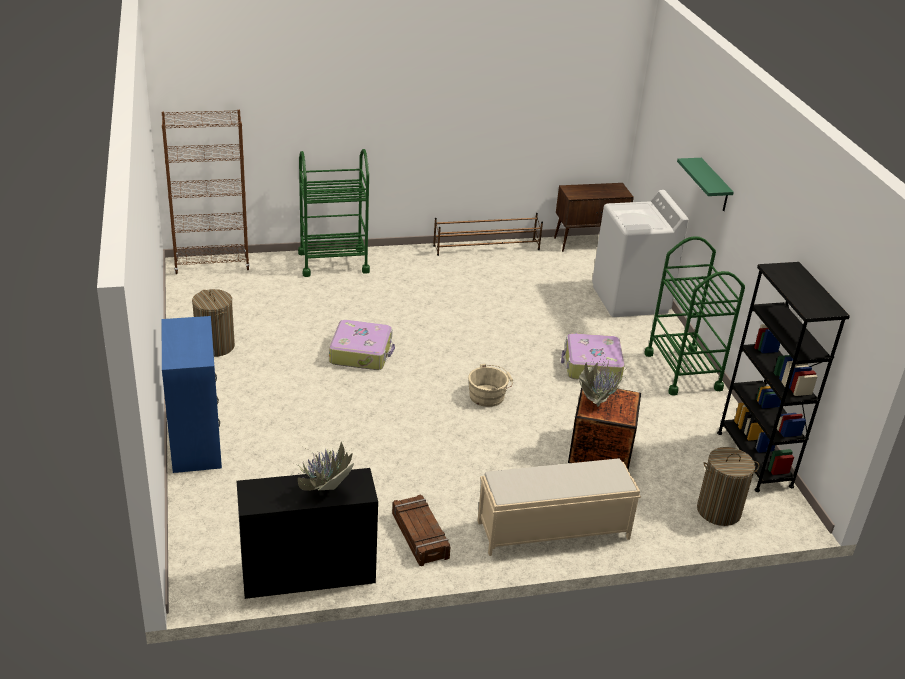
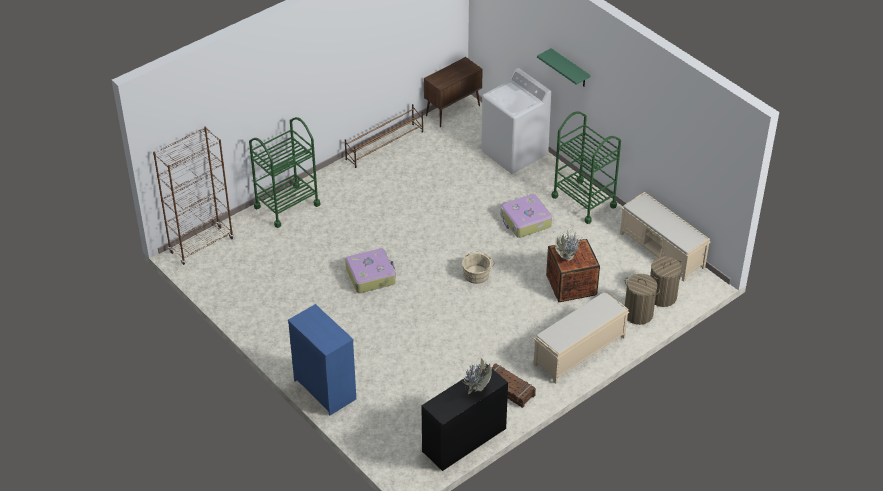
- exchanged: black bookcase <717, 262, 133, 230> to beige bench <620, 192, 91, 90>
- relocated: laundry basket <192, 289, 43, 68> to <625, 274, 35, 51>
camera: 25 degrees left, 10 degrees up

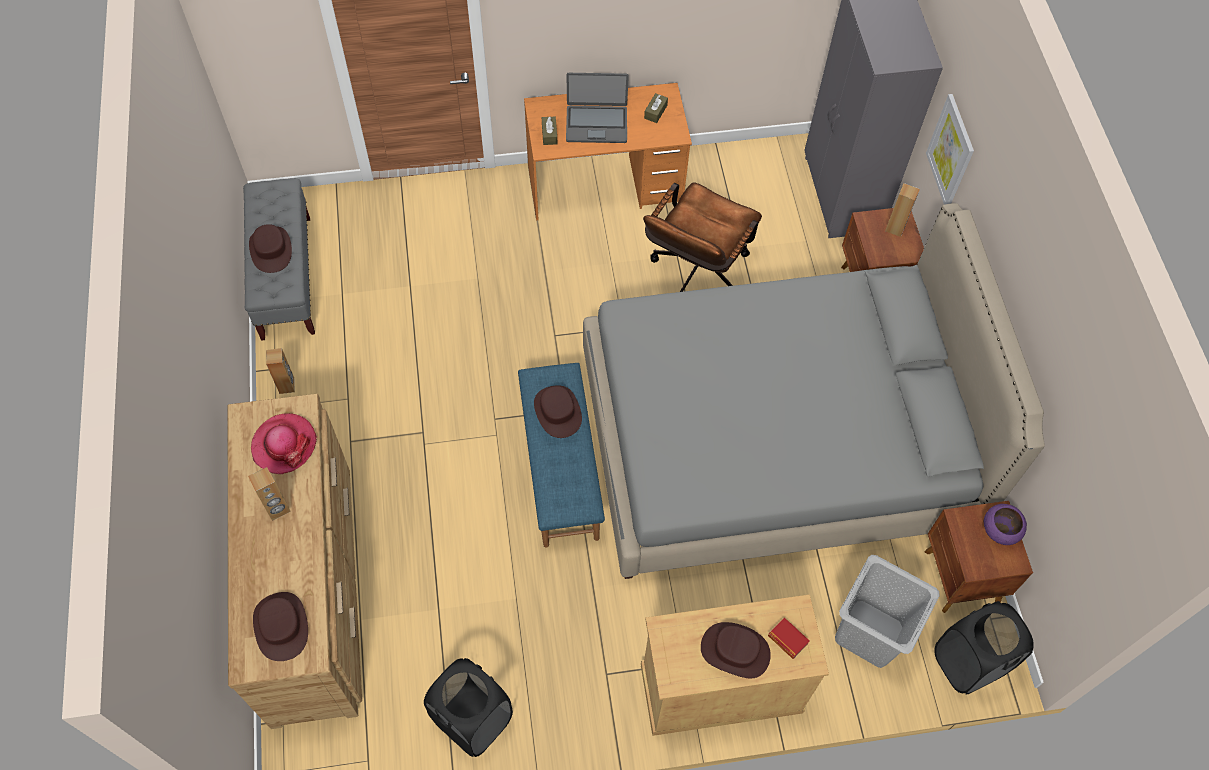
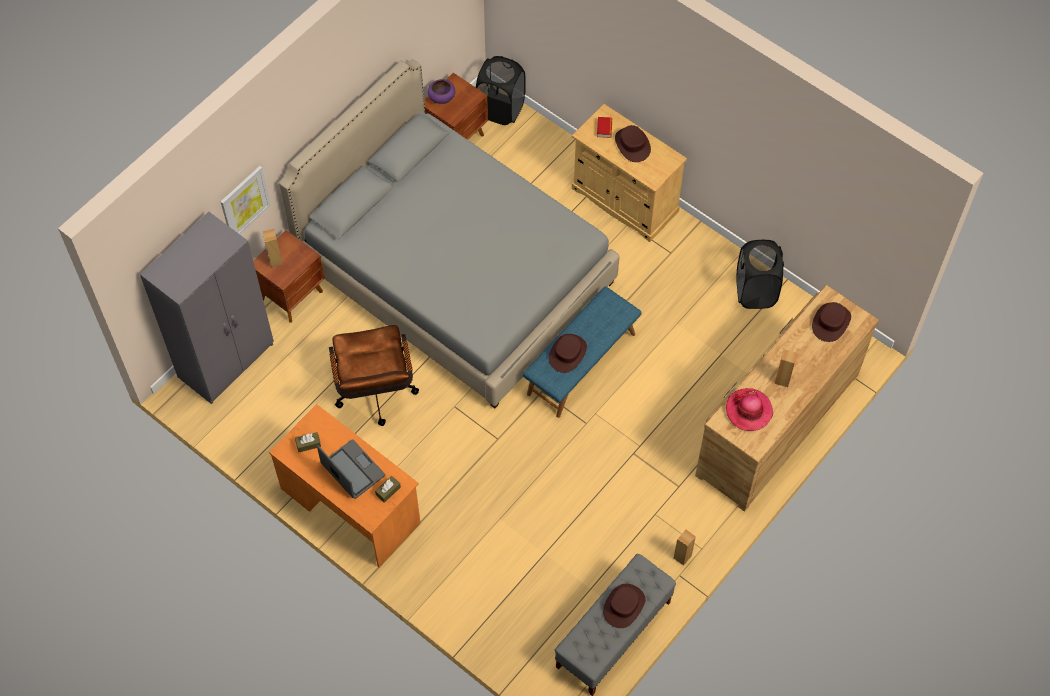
- spun: brown office chair <643, 182, 119, 110> = <329, 325, 90, 101> 90 degrees clockwise
- missing: grey laundry basket <835, 555, 105, 113>
camera: 130 degrees left, 0 degrees up

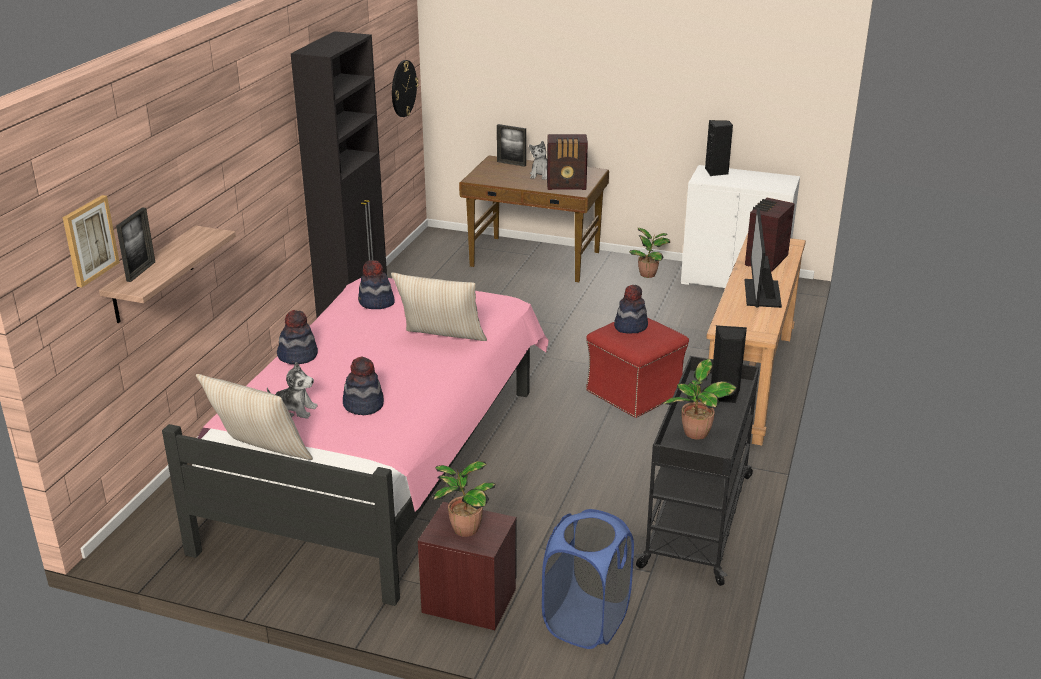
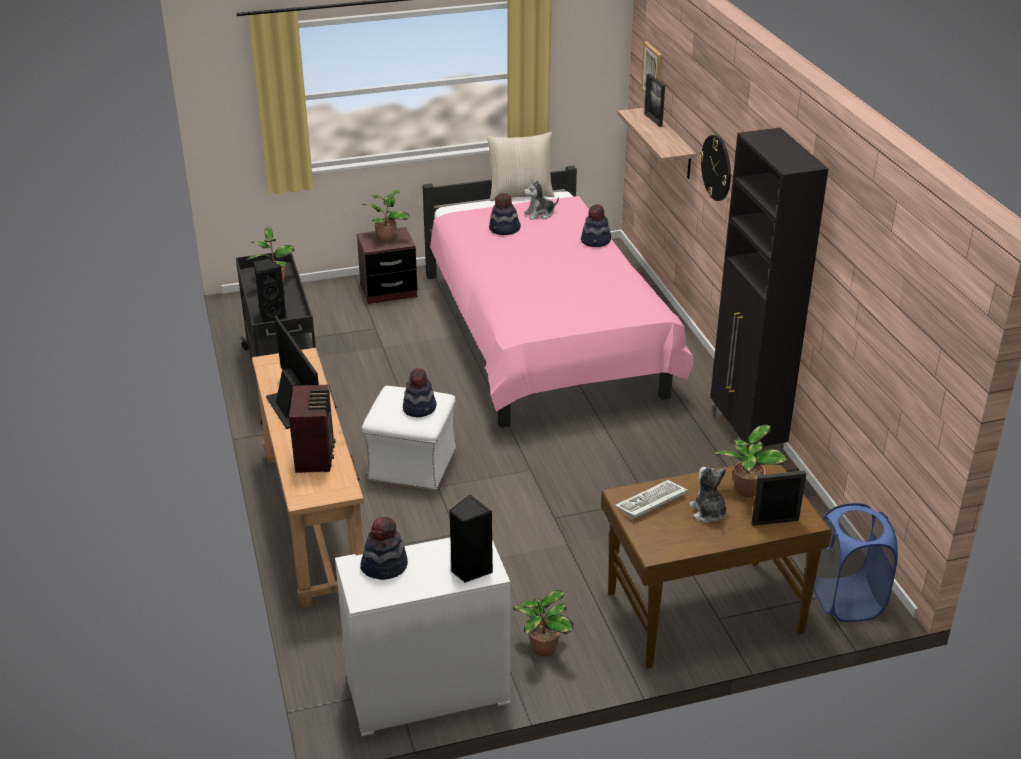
- relocated: hat <358, 260, 37, 49> to <360, 517, 48, 63>
- colour: red ottoman <586, 318, 103, 100> to white ottoman <362, 386, 94, 104>
- exchanged: radio <547, 134, 41, 56> to keyboard <614, 480, 74, 39>
- relocated: wall clock <392, 60, 27, 57> to <699, 135, 32, 66>
- appeared: potted plant <714, 424, 74, 73>
- relocated: blue laundry basket <542, 509, 92, 140> to <814, 503, 84, 119>
- missing: beige pillow <391, 273, 96, 68>
camera: 145 degrees right, 5 degrees up

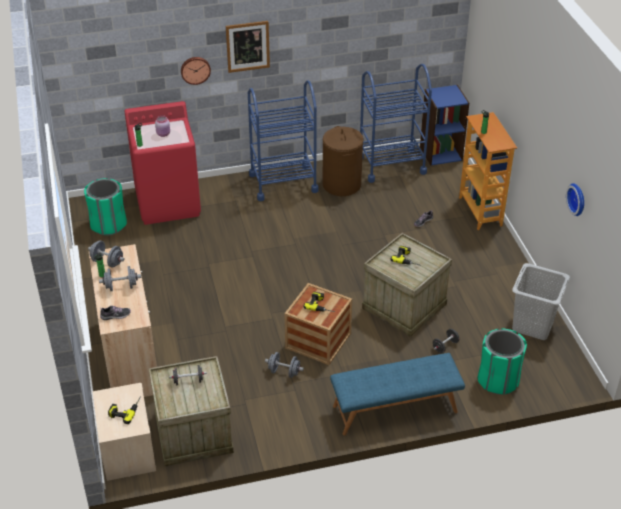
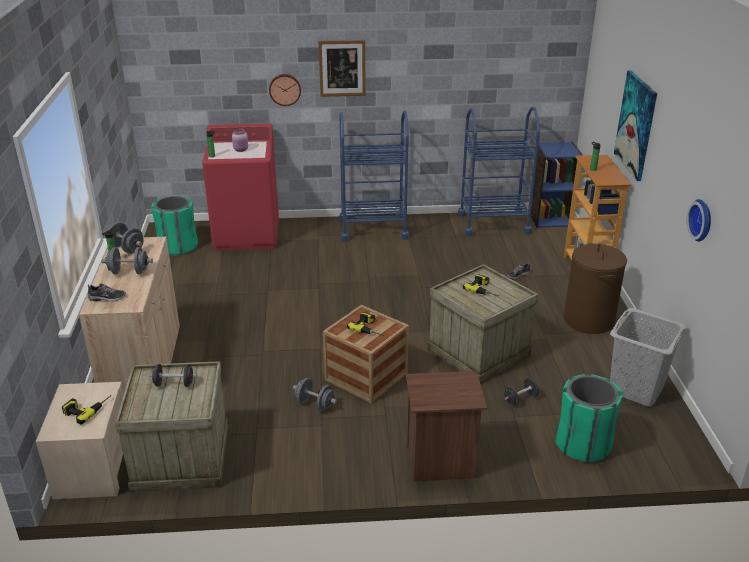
- exchanged: blue bench <330, 353, 135, 82> to brown nightstand <406, 371, 81, 110>
- relocated: brown laundry basket <322, 126, 42, 70> to <564, 243, 63, 91>
- appeared: picture <614, 71, 43, 110>
camera: 10 degrees right, 10 degrees down

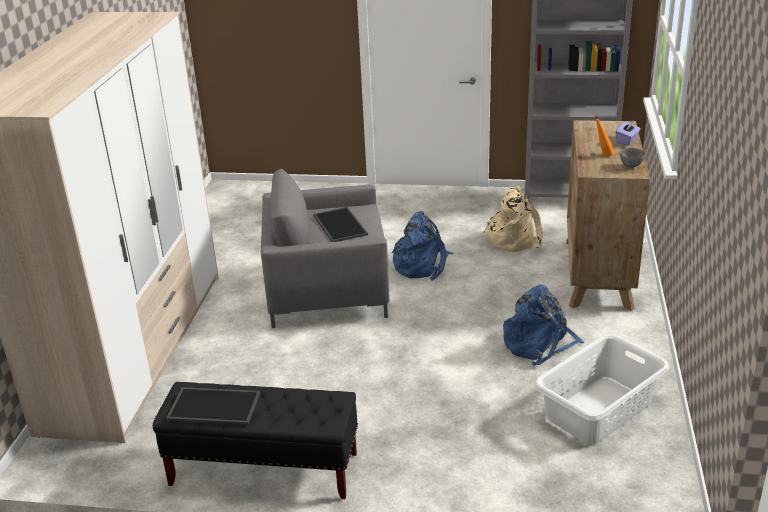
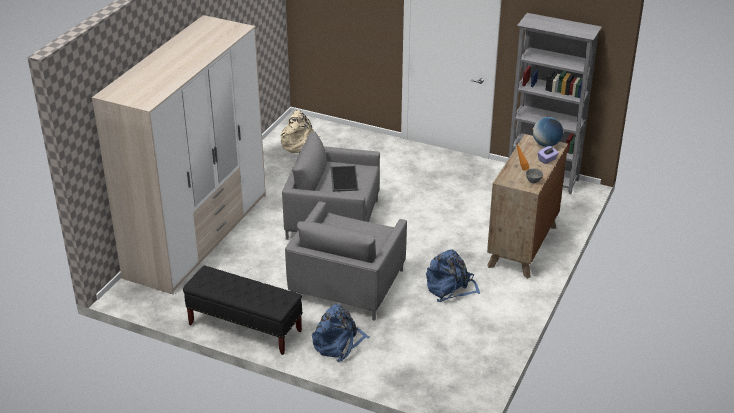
- relocated: beige backpack <483, 186, 60, 66> to <280, 110, 40, 43>
- appeared: grey armchair <285, 201, 122, 120>
- relocated: blue backpack <392, 211, 61, 70> to <312, 304, 58, 58>
- appeared: globe <533, 117, 30, 30>
- missing: tray <166, 387, 94, 38>
- missing: white laundry basket <534, 334, 135, 111>
camera: 15 degrees right, 5 degrees up

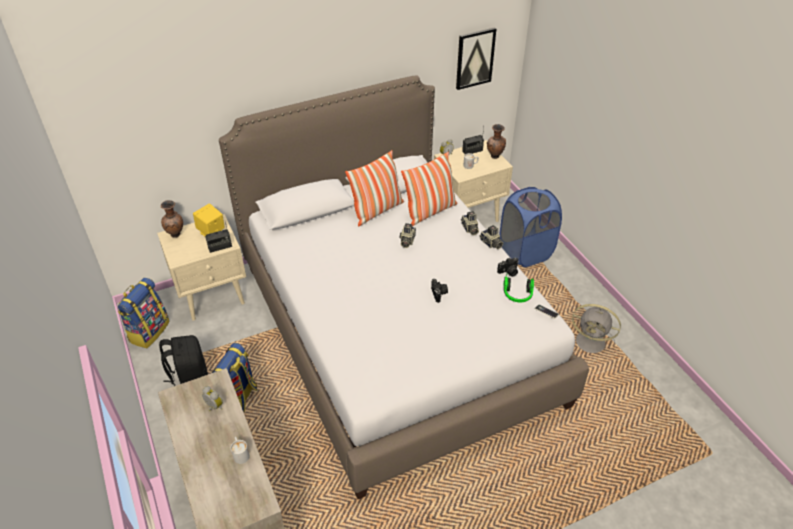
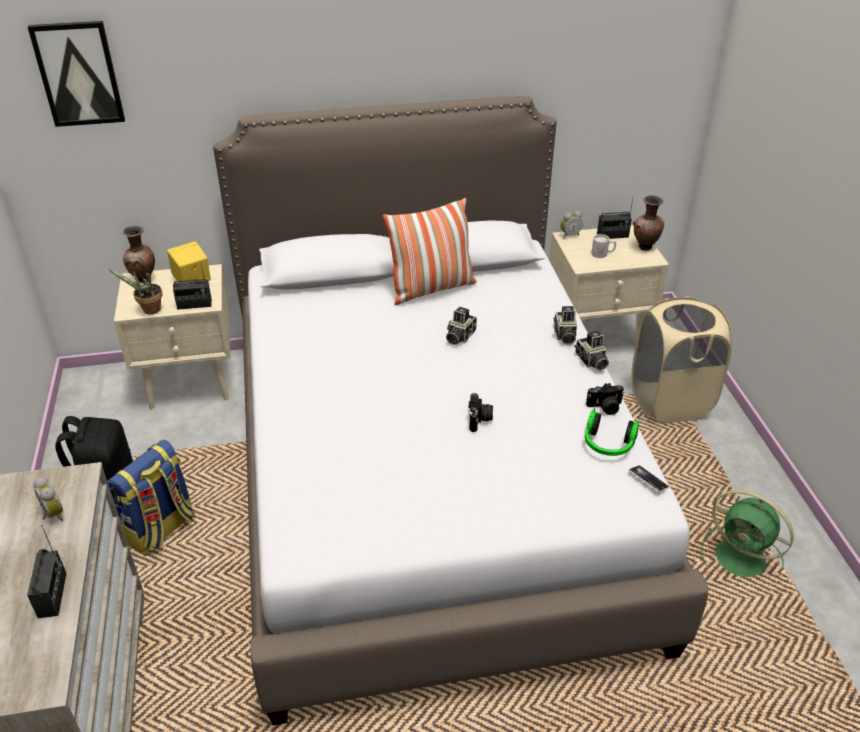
- exchanged: white mug <231, 437, 19, 27> to radio <27, 525, 40, 93>
- relocated: picture <456, 27, 40, 63> to <28, 21, 97, 106>
- appeared: potted plant <109, 269, 54, 45>
- colour: blue laundry basket <499, 187, 63, 80> to beige laundry basket <632, 296, 100, 128>
- colour: grey fan <570, 304, 51, 49> to green fan <701, 490, 93, 87>
- missing: backpack <118, 278, 52, 70>
- missing: pillow <401, 152, 57, 74>
camera: 15 degrees right, 5 degrees down

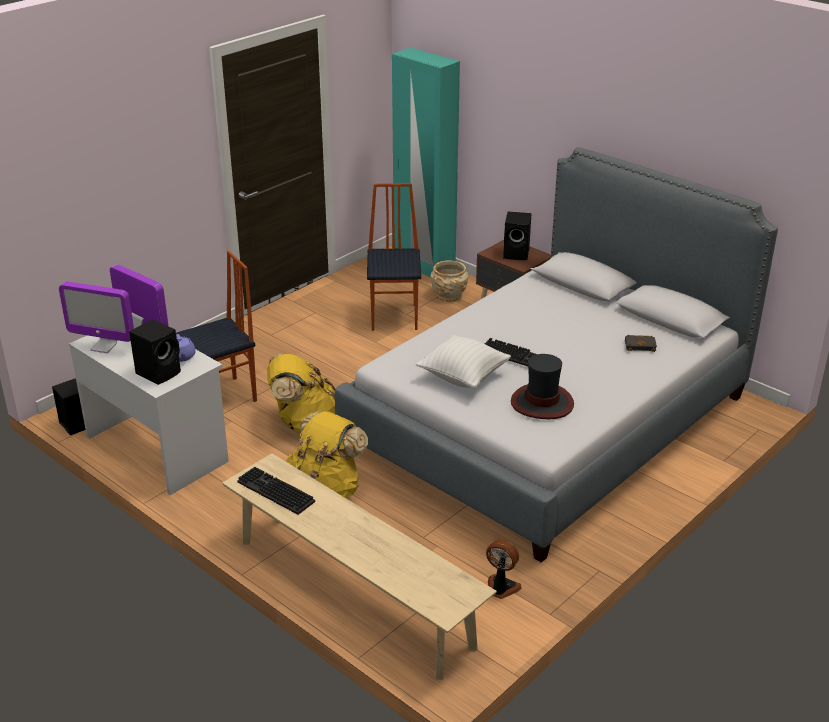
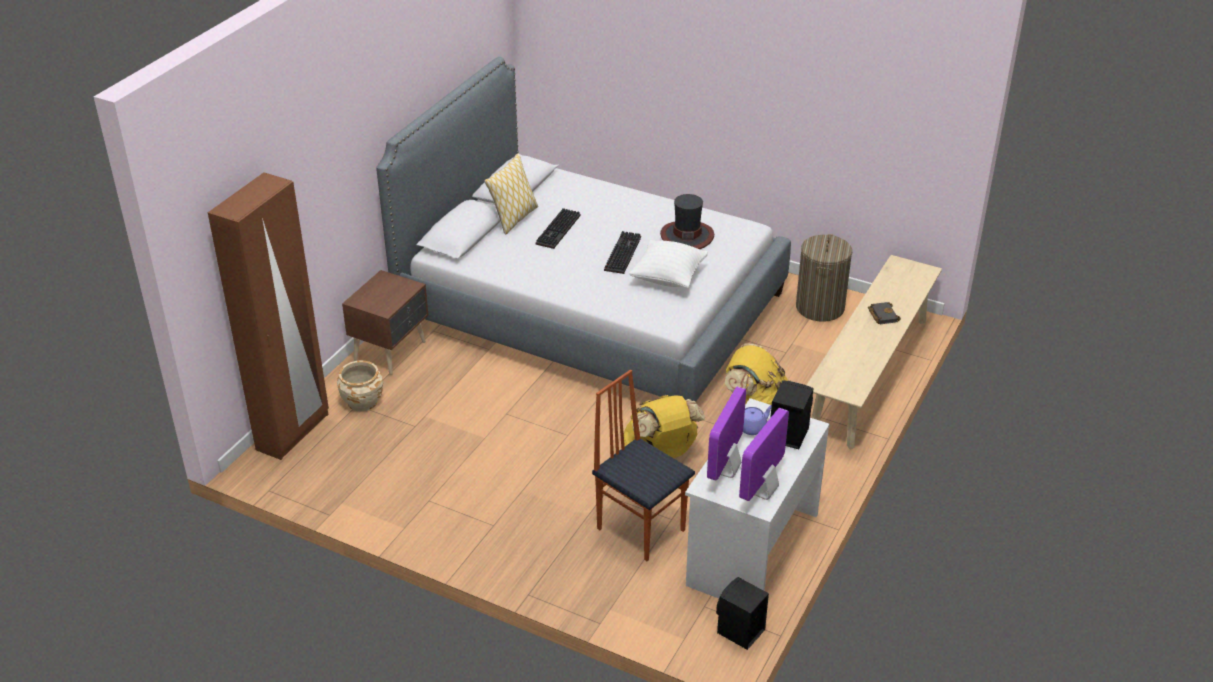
- colour: turquoise wardrobe <392, 48, 68, 229> to brown wardrobe <208, 172, 121, 288>
- appeared: pillow <484, 153, 54, 81>
- relocated: keyboard <237, 467, 78, 48> to <536, 208, 44, 41>
- spun: monitor <59, 281, 75, 72> = <739, 408, 50, 93> 150 degrees counterclockwise
- exchanged: fan <486, 539, 36, 60> to laundry basket <796, 234, 56, 88>
- relocated: black book <625, 335, 32, 17> to <868, 302, 33, 22>
- missing: chair <367, 183, 54, 148>
- missing: black speaker <503, 212, 29, 48>
camera: 105 degrees left, 5 degrees up

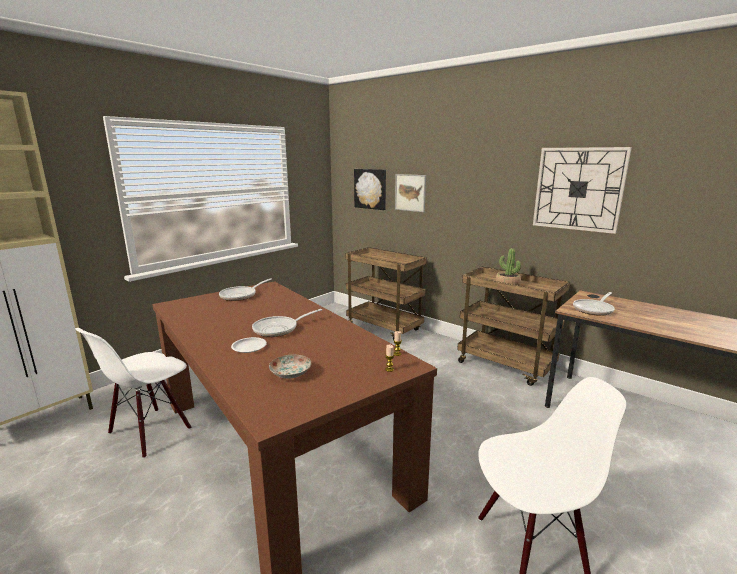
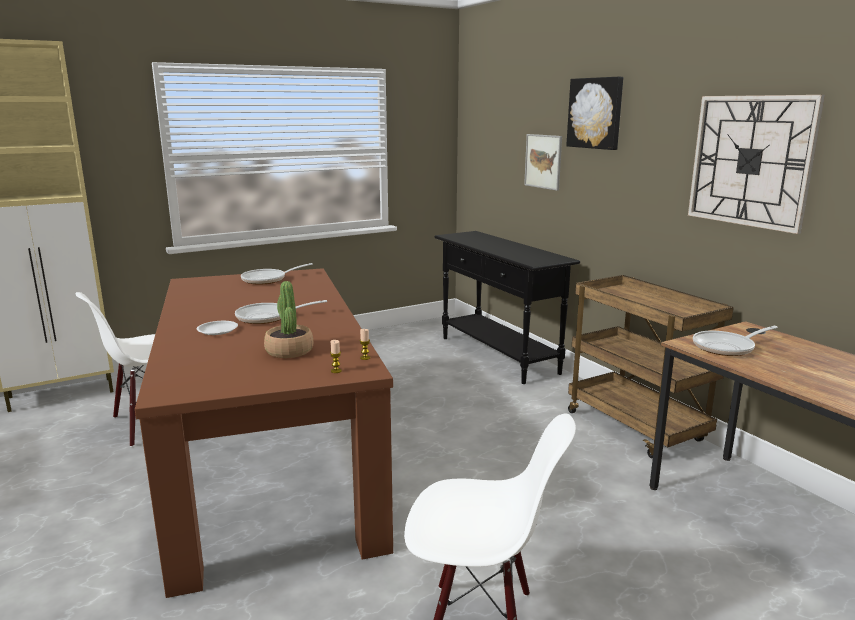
- relocated: potted plant <495, 248, 26, 38> to <264, 281, 49, 77>
- exchanged: brown cart <345, 247, 82, 93> to black console table <434, 231, 146, 153>
- relocated: picture <354, 169, 32, 41> to <566, 77, 57, 73>
- missing: plate <269, 354, 43, 25>
camera: 20 degrees right, 0 degrees up

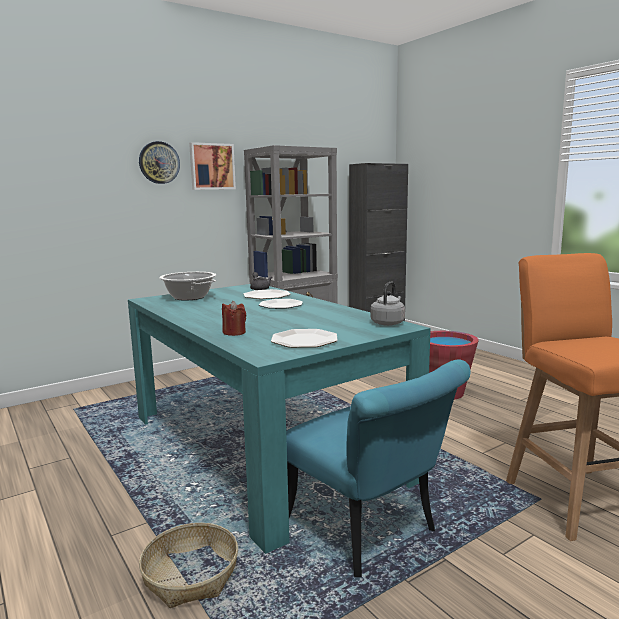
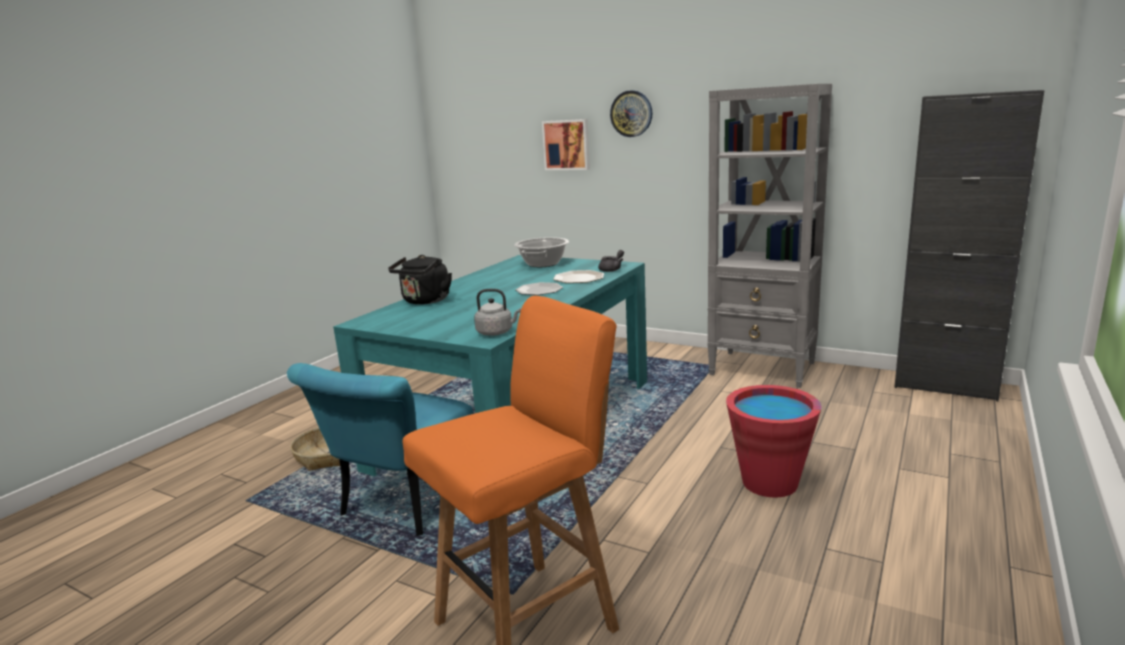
- exchanged: red candle <222, 301, 24, 35> to black kettle <388, 255, 64, 49>
- relocated: picture <189, 142, 47, 48> to <542, 119, 48, 51>
- missing: plate <271, 329, 67, 19>
camera: 65 degrees right, 5 degrees up

